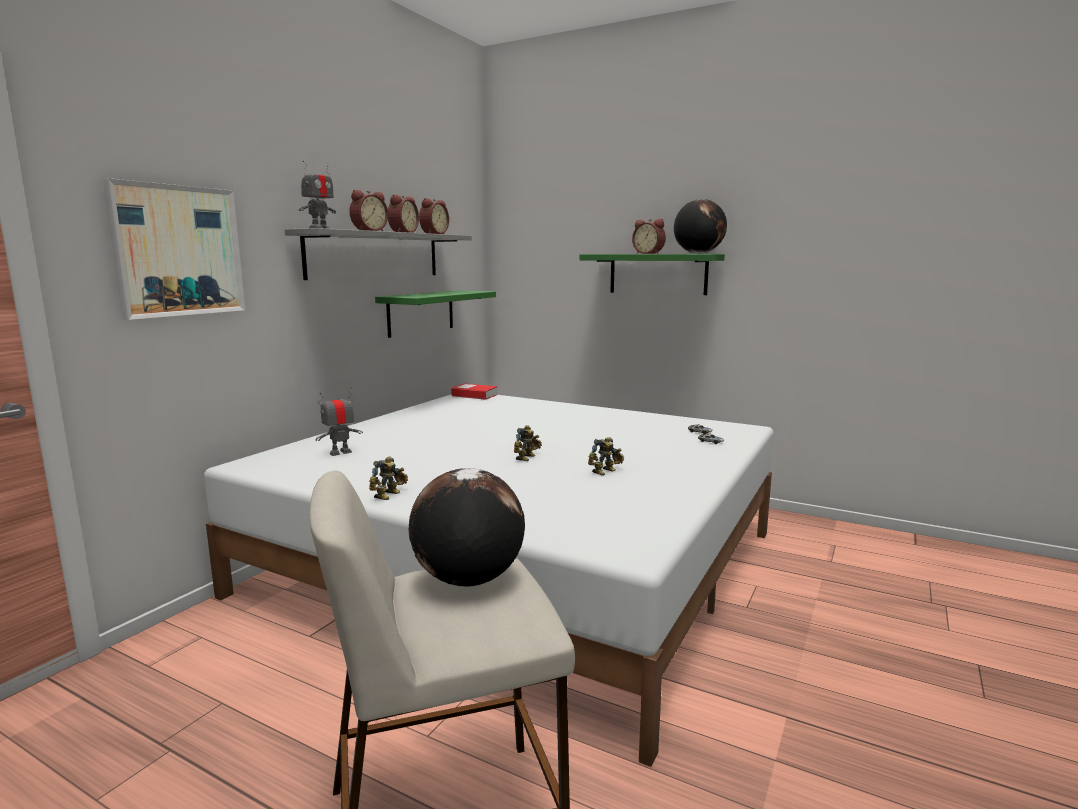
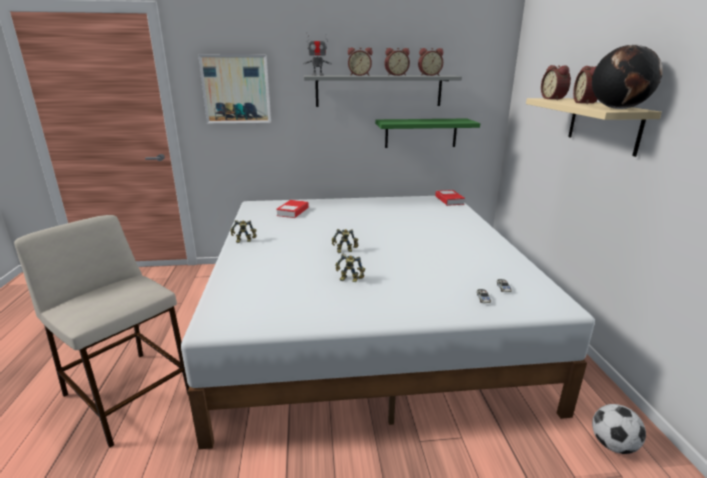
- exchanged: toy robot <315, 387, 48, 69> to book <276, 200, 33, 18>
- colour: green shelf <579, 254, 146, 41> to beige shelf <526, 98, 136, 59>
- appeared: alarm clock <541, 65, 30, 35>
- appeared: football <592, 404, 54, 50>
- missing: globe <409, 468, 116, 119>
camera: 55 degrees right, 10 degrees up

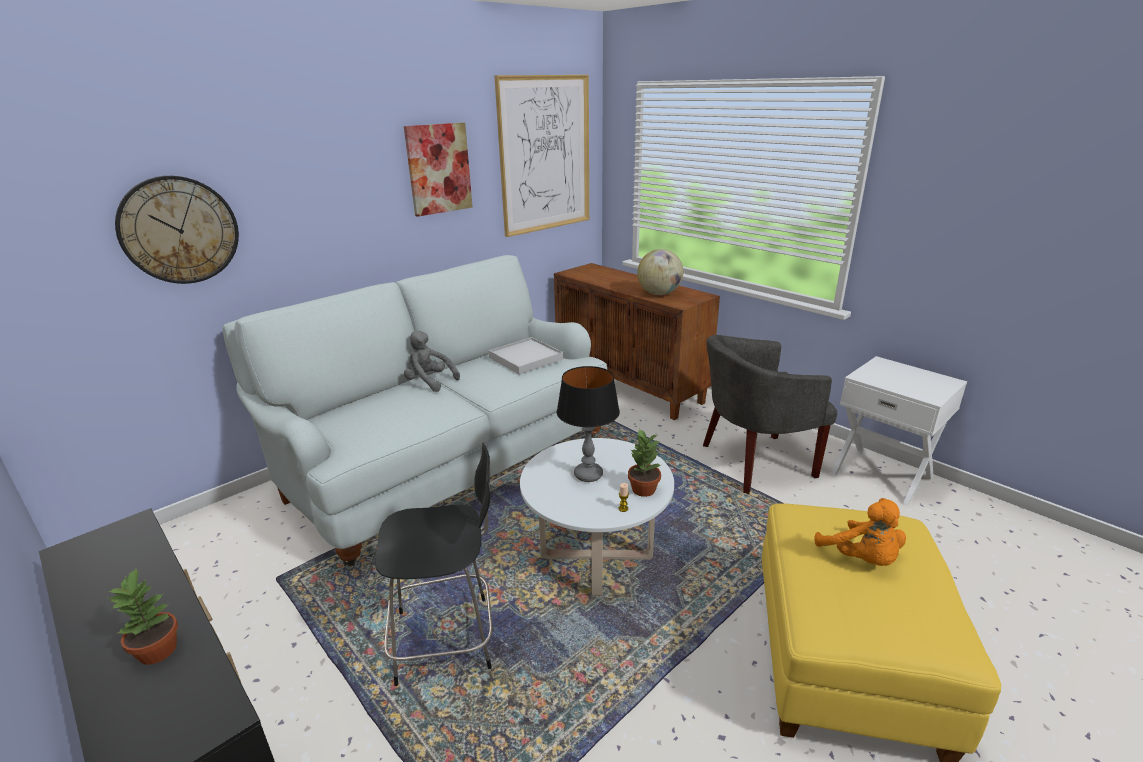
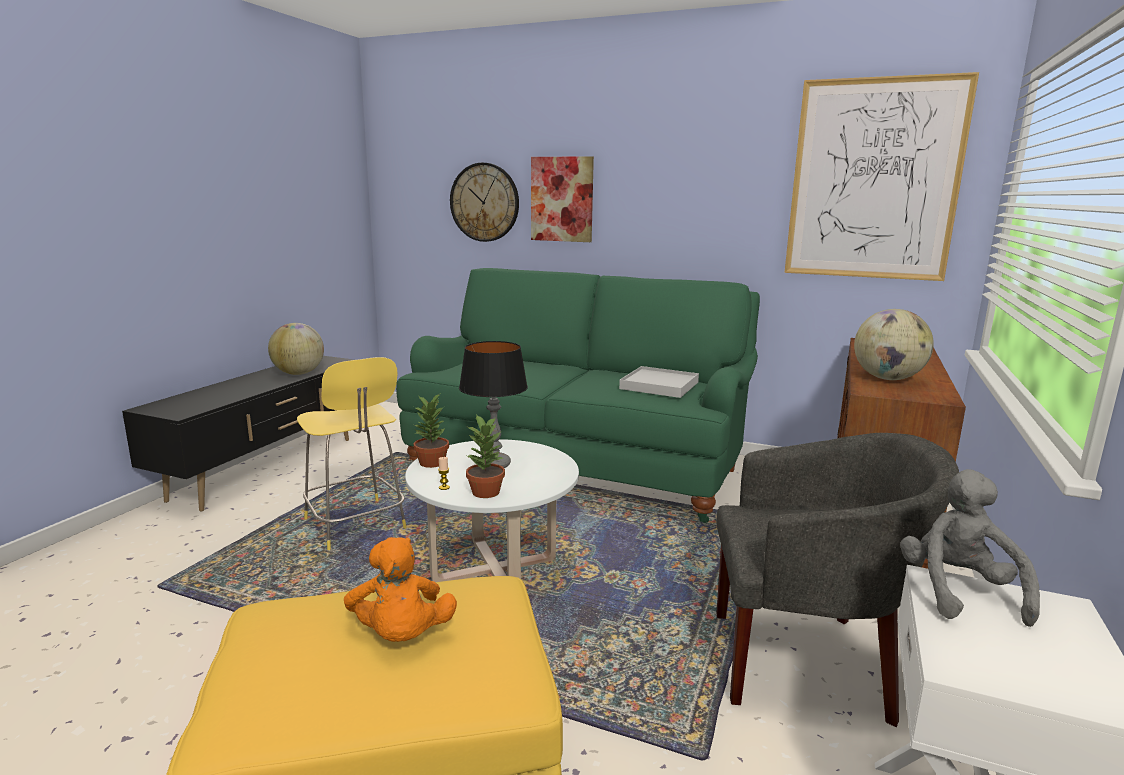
- appeared: globe <268, 323, 56, 52>
- colour: black stool <375, 443, 118, 243> to yellow stool <297, 357, 110, 193>
- spun: orange plush toy <814, 498, 92, 68> = <344, 537, 113, 105> 60 degrees counterclockwise
- colour: white sofa <222, 255, 385, 312> to green sofa <396, 268, 364, 255>
- relocated: potted plant <108, 568, 70, 97> to <414, 394, 35, 74>
- relocated: picture <404, 122, 69, 95> to <531, 156, 63, 86>
- spun: grey armchair <703, 335, 134, 159> = <716, 433, 243, 294> 135 degrees clockwise
- relocated: grey plush toy <404, 331, 56, 61> to <900, 469, 140, 158>
camera: 65 degrees right, 10 degrees down

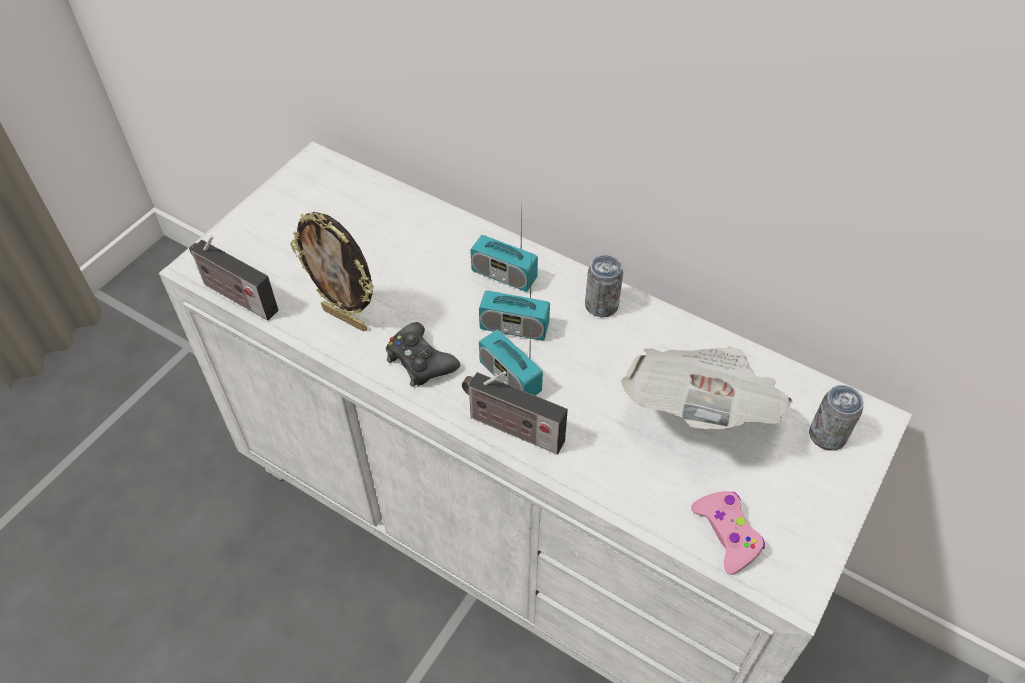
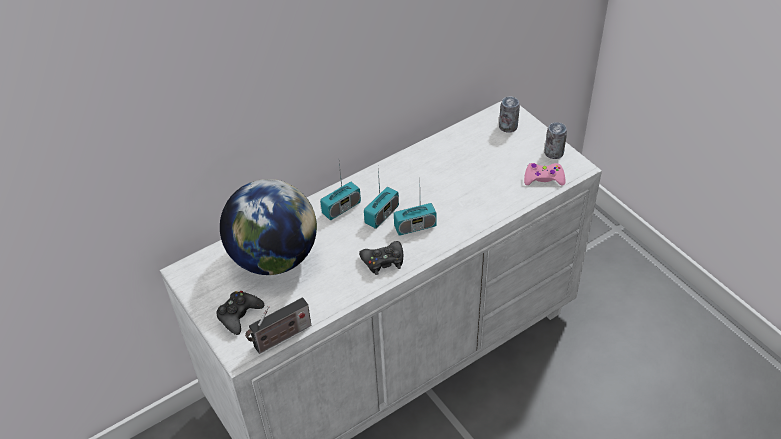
- appeared: black game controller <216, 291, 48, 44>
- appeared: globe <220, 179, 97, 96>
- relocated: can <585, 255, 38, 62> to <544, 122, 23, 37>
- missing: picture frame <290, 212, 84, 120>
- missing: radio <462, 371, 106, 83>
- missing: newspaper <621, 347, 172, 82>
camera: 65 degrees left, 5 degrees down

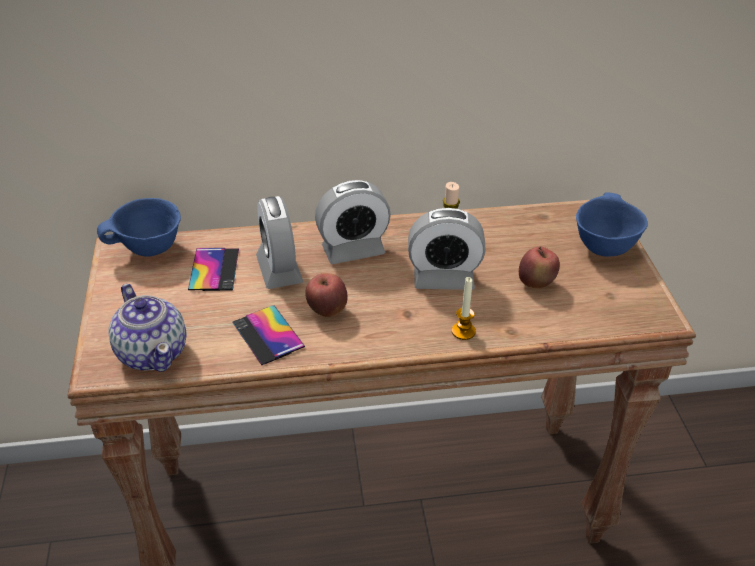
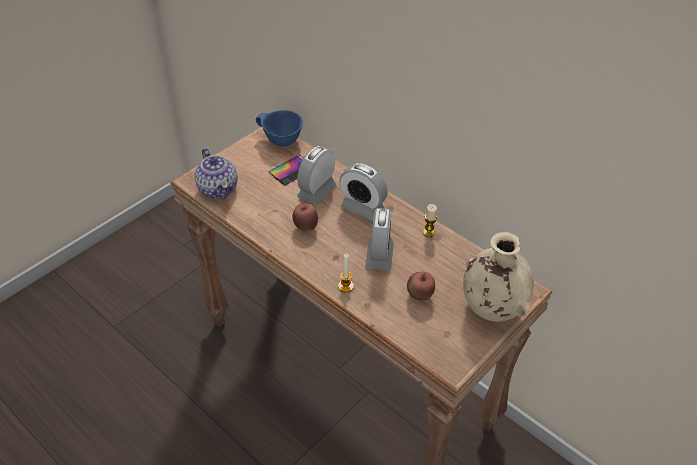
- spun: teapot <108, 284, 78, 88> = <194, 148, 44, 51> 45 degrees counterclockwise
- spun: alarm clock <408, 208, 78, 82> = <365, 208, 29, 63> 135 degrees counterclockwise
- exchanged: blue bowl <576, 192, 72, 65> to beige vase <463, 232, 71, 90>
- missing: phone <232, 305, 73, 60>
camera: 50 degrees right, 5 degrees up

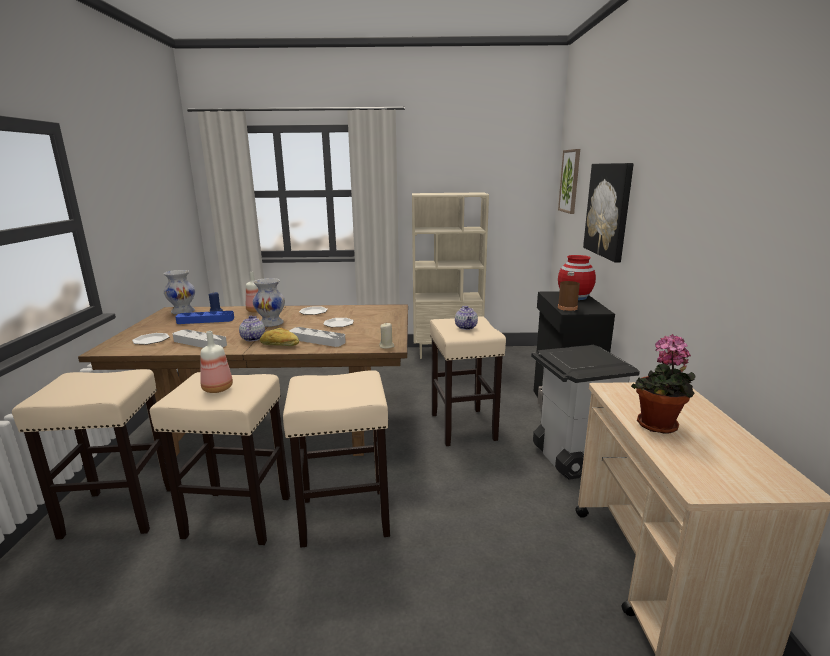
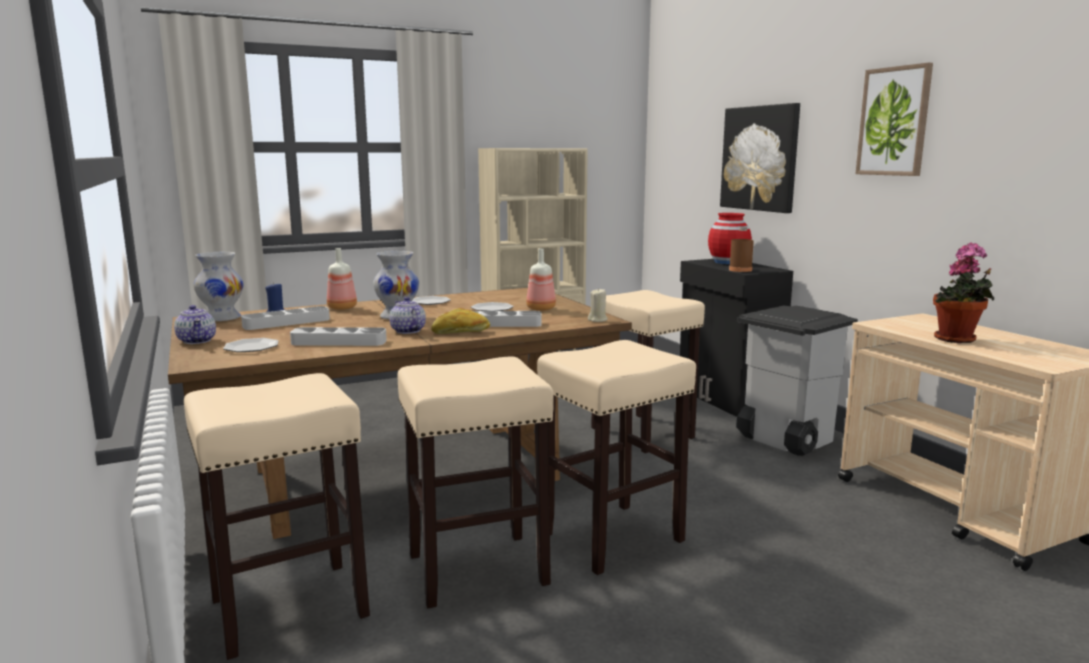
- relocated: teapot <455, 306, 23, 24> to <174, 305, 42, 39>
- colour: blue tray <175, 311, 59, 13> to grey tray <241, 306, 89, 24>
- relocated: bottle <200, 331, 33, 62> to <526, 249, 30, 62>
- relocated: picture <558, 149, 22, 65> to <855, 62, 78, 114>
camera: 25 degrees left, 5 degrees down

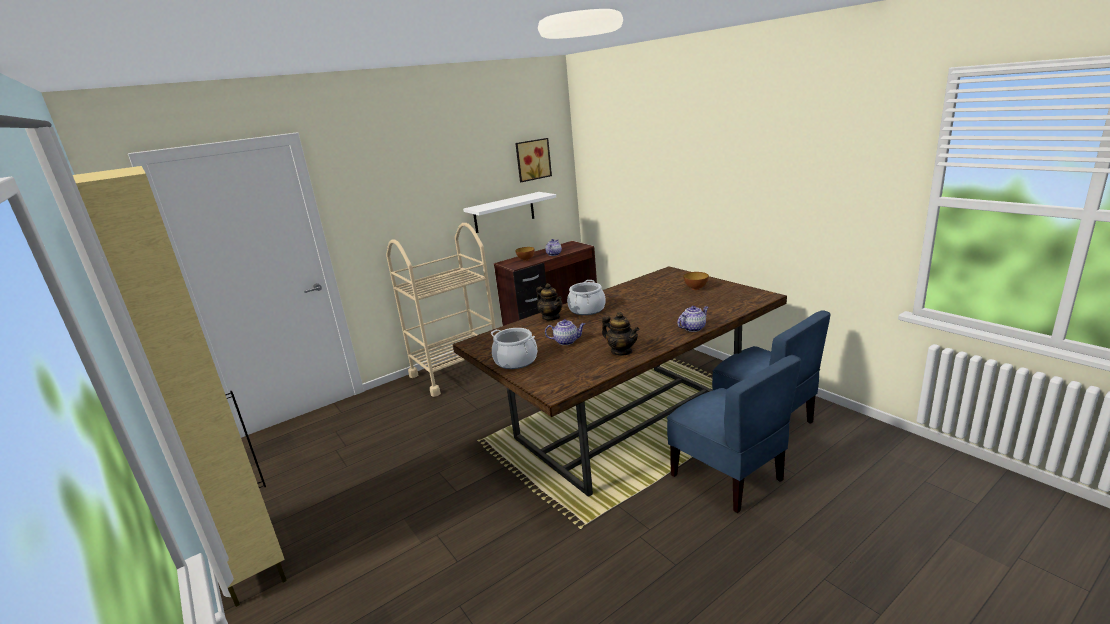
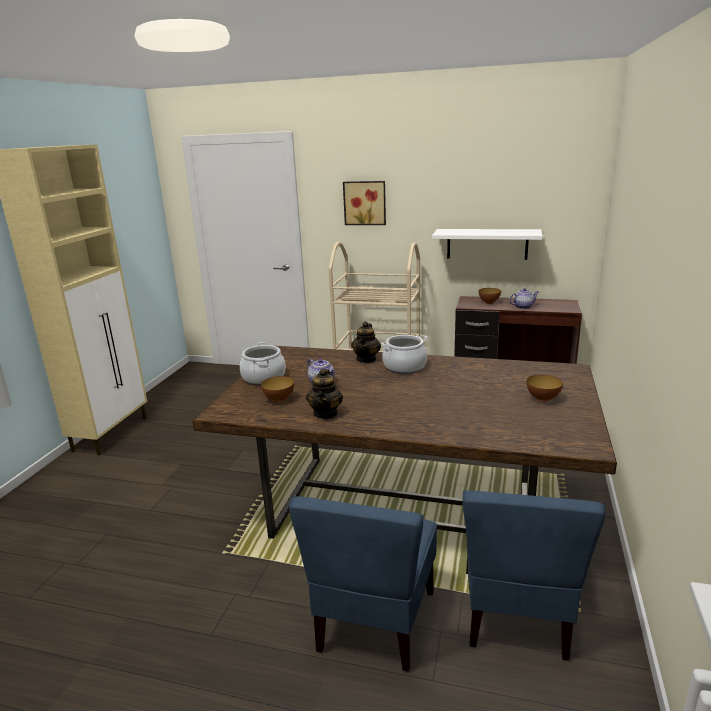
- appeared: bowl <261, 376, 33, 26>
- relocated: picture <515, 138, 37, 44> to <343, 181, 43, 44>
- missing: teapot <677, 306, 31, 26>
camera: 50 degrees right, 0 degrees up

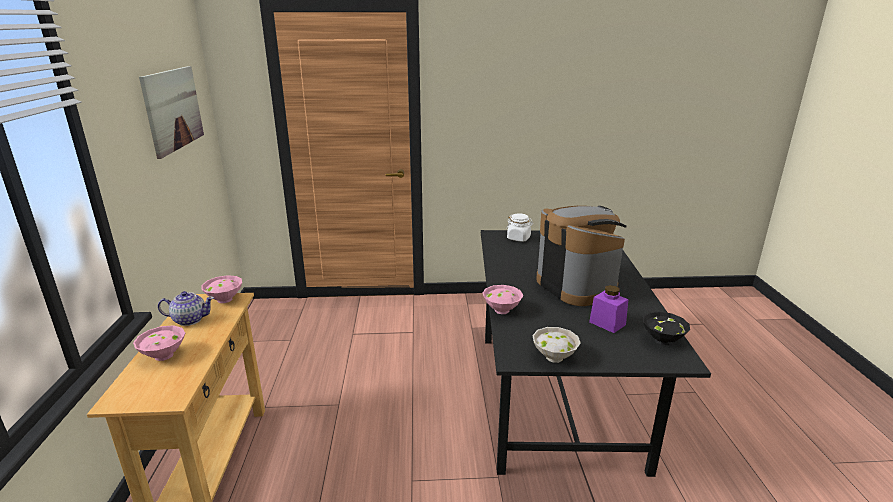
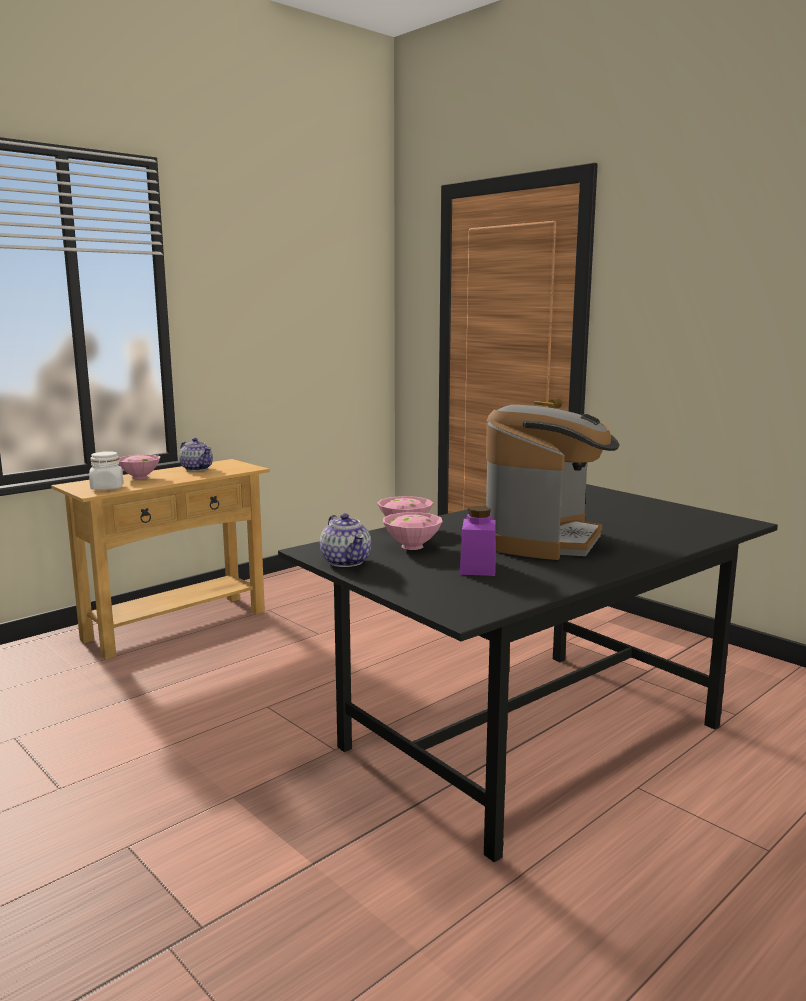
- relocated: white jar <506, 214, 27, 28> to <89, 451, 35, 39>
- exchanged: white bowl <532, 327, 49, 36> to teapot <320, 513, 51, 54>
- relocated: pink bowl <201, 275, 41, 28> to <383, 512, 60, 38>
- missing: picture <139, 66, 65, 93>
- missing: black bowl <643, 312, 47, 33>
camera: 50 degrees right, 10 degrees down

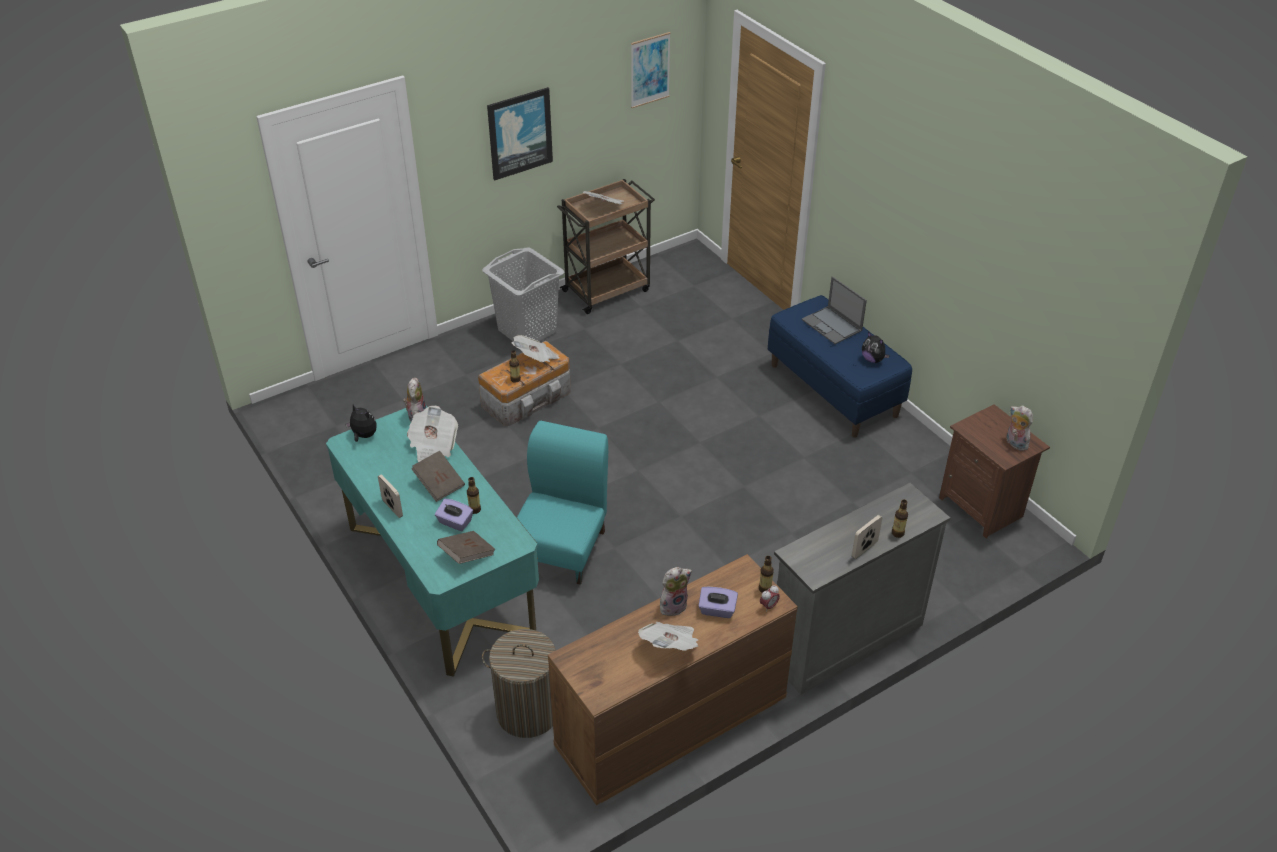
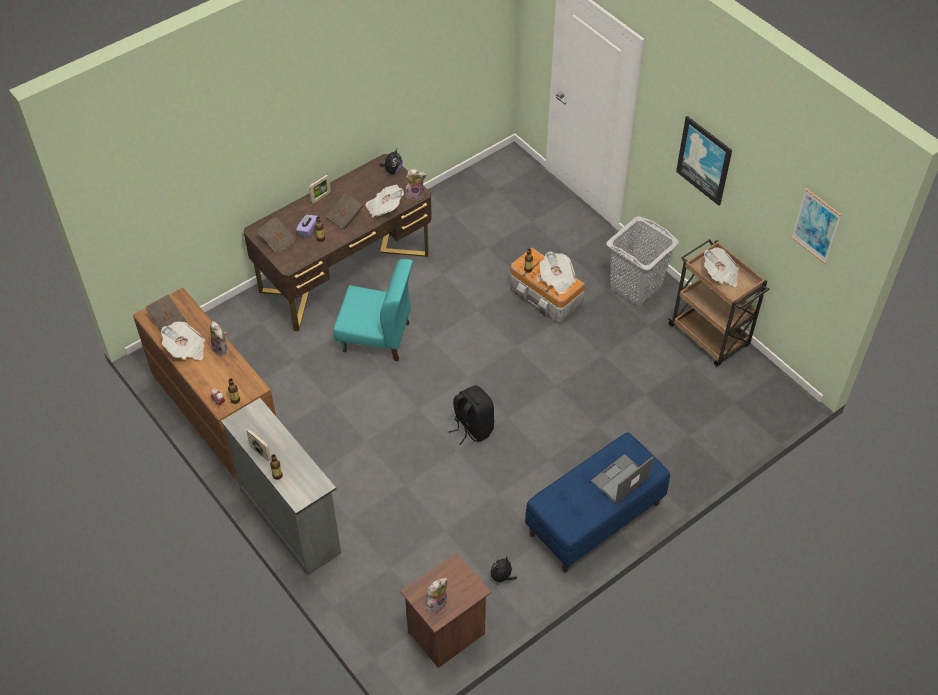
- appeared: brown book <146, 295, 41, 35>
- colour: turquoise desk <326, 406, 213, 271> to brown desk <243, 154, 189, 177>
- appeared: black backpack <449, 385, 45, 60>
- relocated: plush toy <862, 332, 28, 31> to <490, 556, 27, 29>
- missing: laundry basket <482, 629, 74, 109>
- missing: purple tissue box <698, 587, 40, 31>
camera: 85 degrees right, 10 degrees up

